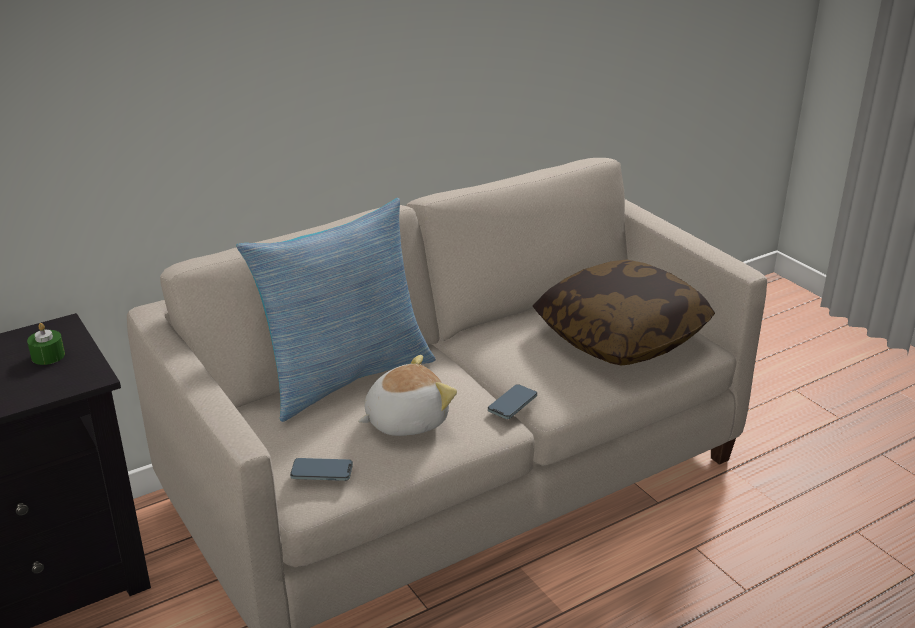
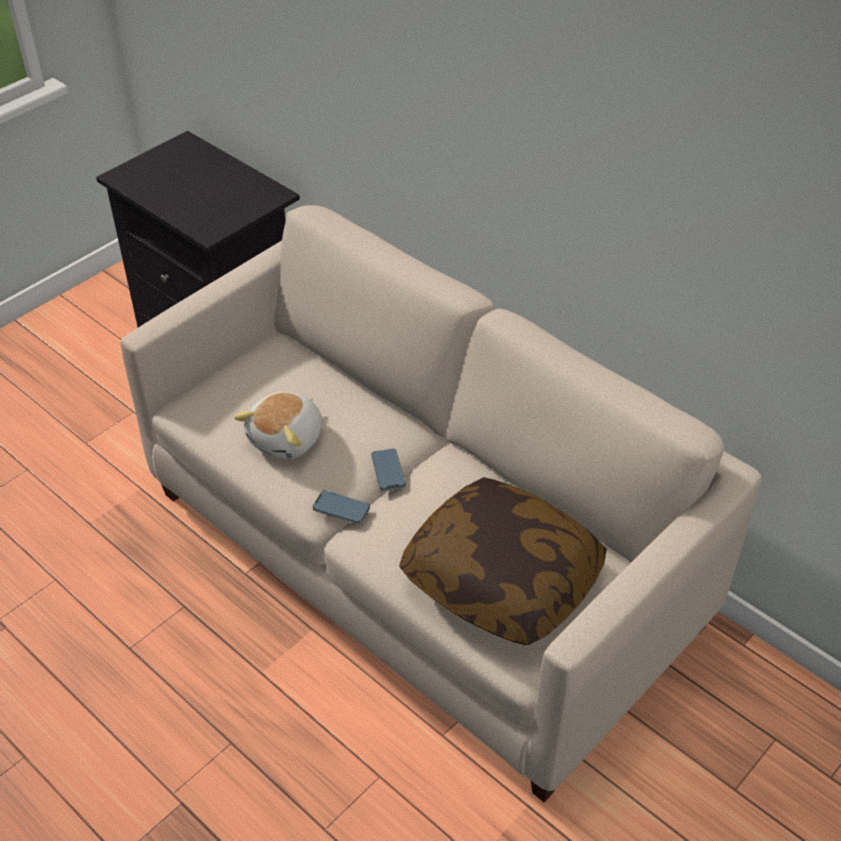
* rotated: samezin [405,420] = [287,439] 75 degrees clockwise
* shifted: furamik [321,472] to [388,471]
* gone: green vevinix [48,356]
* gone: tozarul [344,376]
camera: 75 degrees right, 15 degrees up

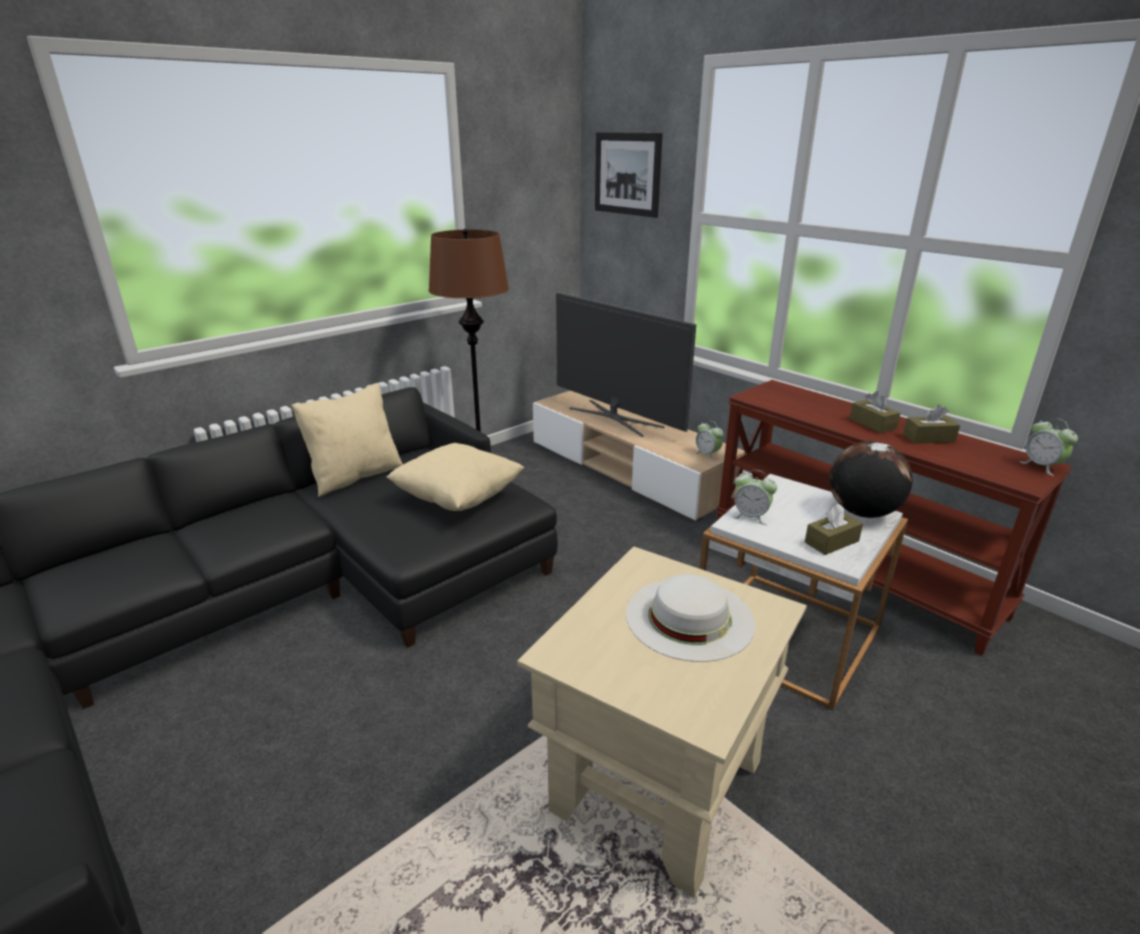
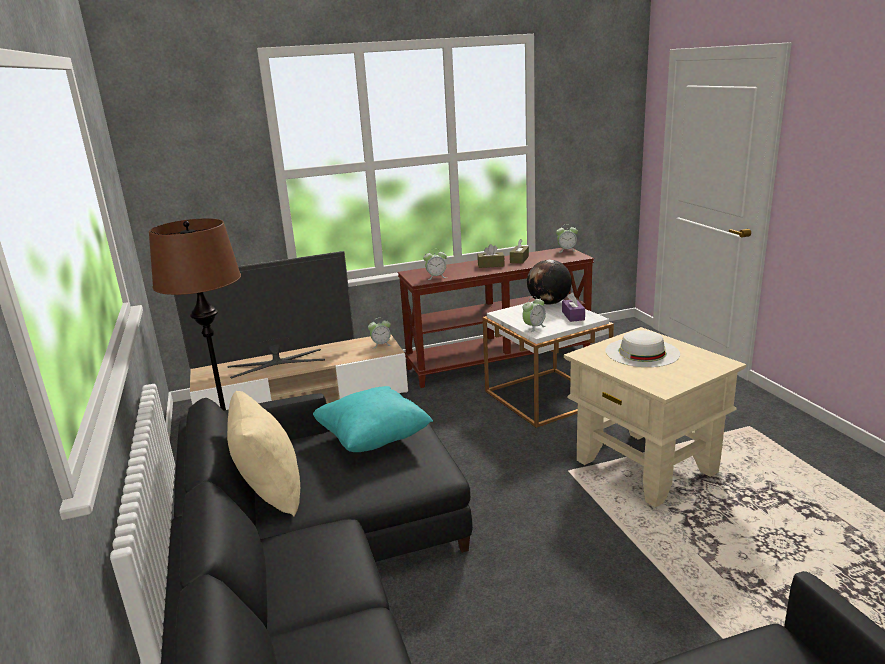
* repainted: beige tozarul [458,498] to turquoise tozarul [373,439]
* new: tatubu [436,277]
* repainted: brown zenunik [831,542] to purple zenunik [573,316]
* gone: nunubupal [627,174]
camera: 65 degrees left, 5 degrees down

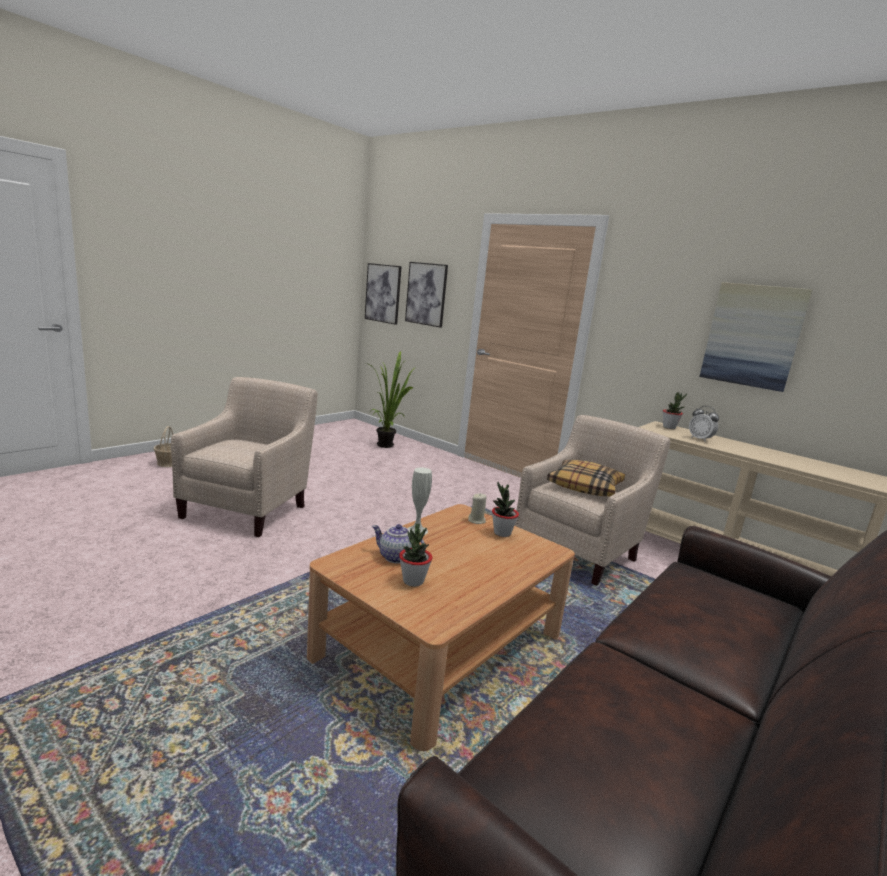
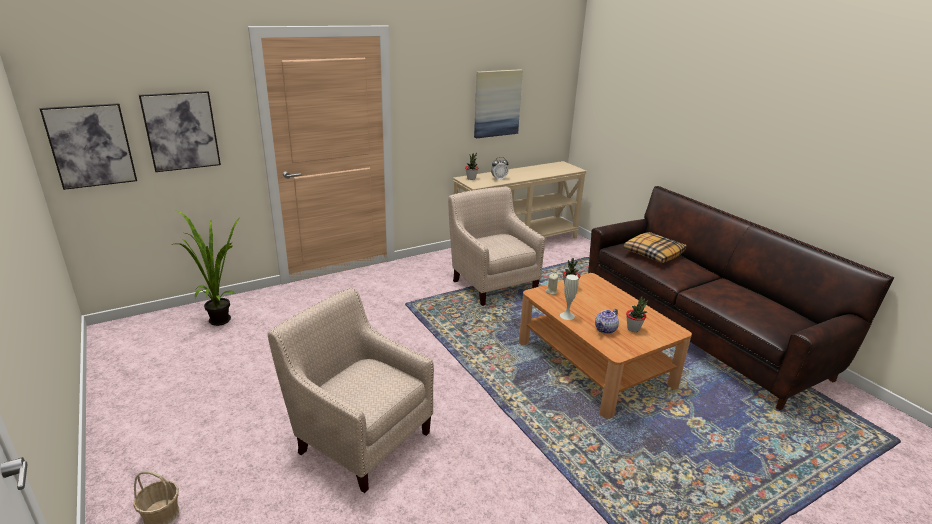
* shifted: tozarul [585,486] to [653,253]
camera: 70 degrees left, 10 degrees up

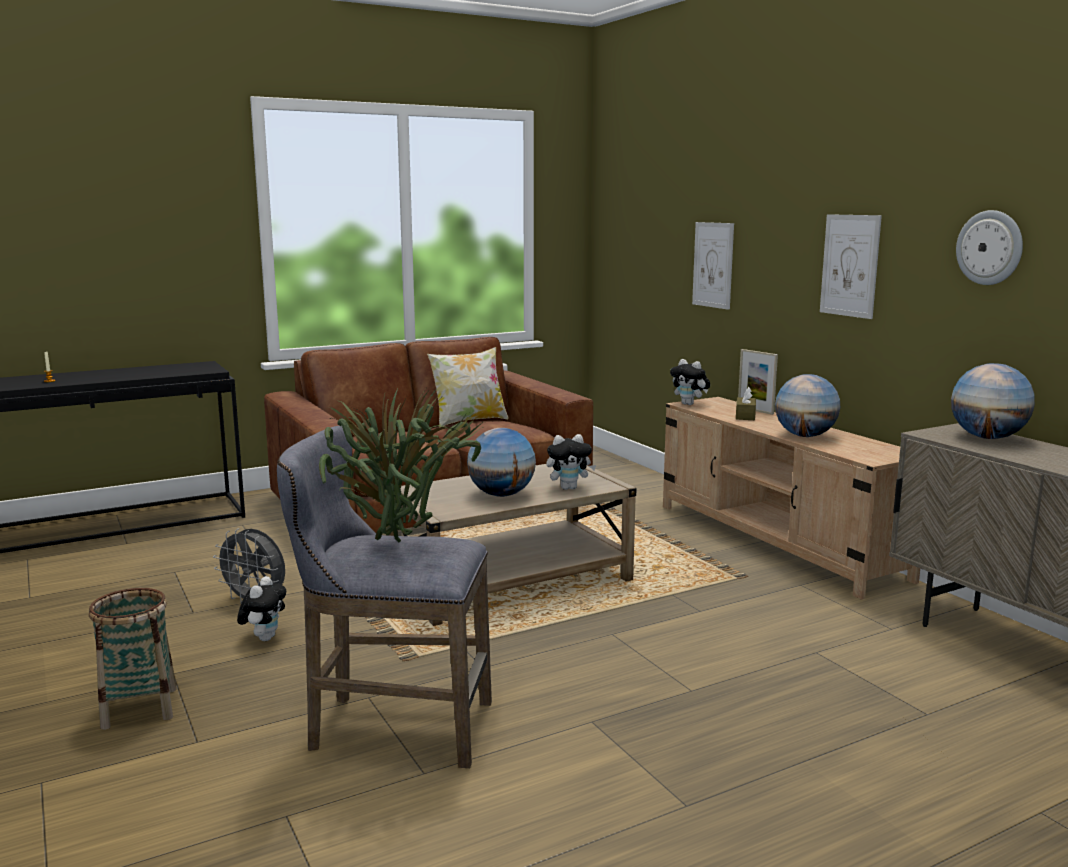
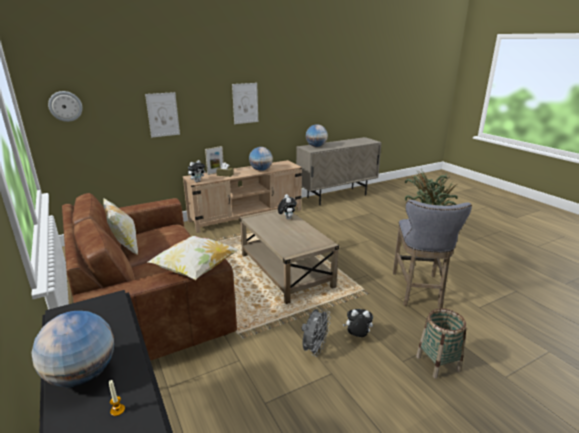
* shifted: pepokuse [501,495] to [82,375]
* shifted: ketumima [990,247] to [65,106]
* new: tozarul [195,270]
camera: 90 degrees left, 10 degrees up

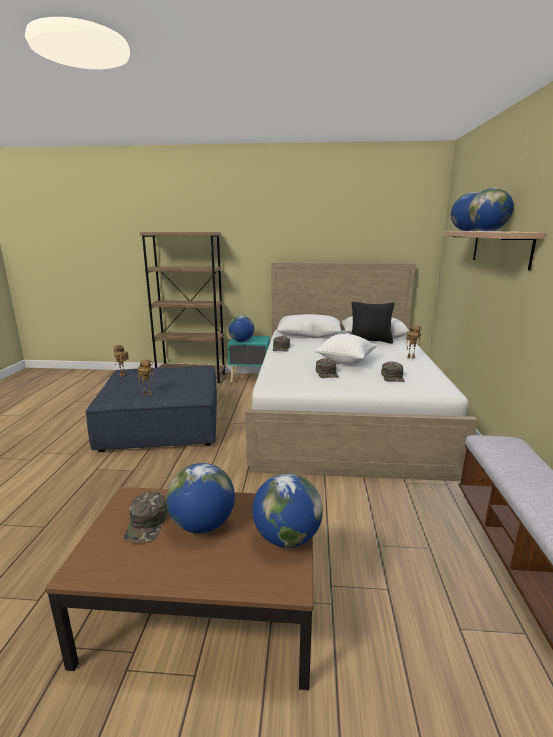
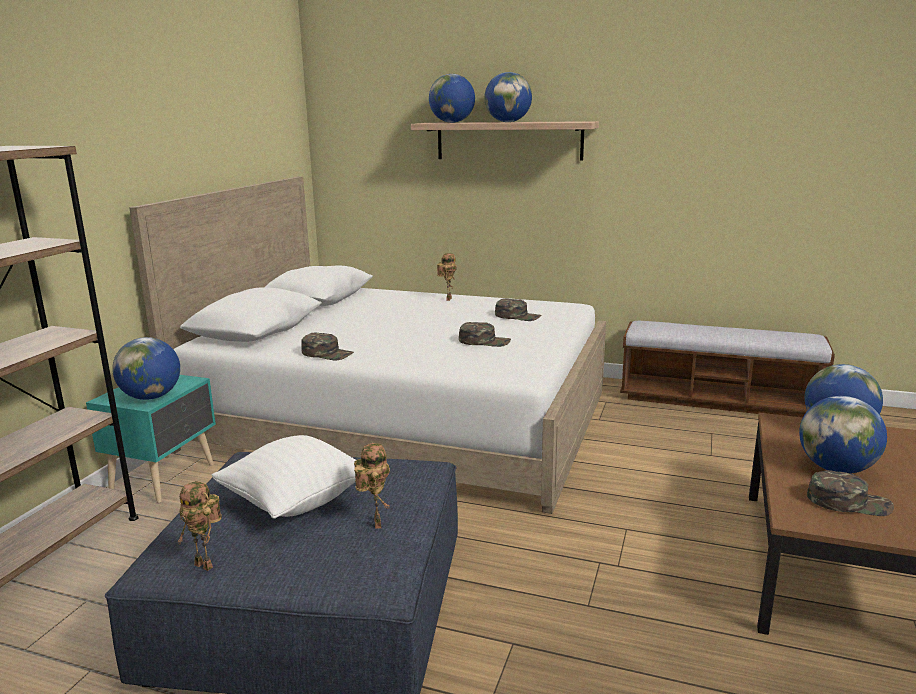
* shifted: white tozarul [345,361] to [295,502]
* gone: black tozarul [370,341]
camera: 75 degrees left, 0 degrees up

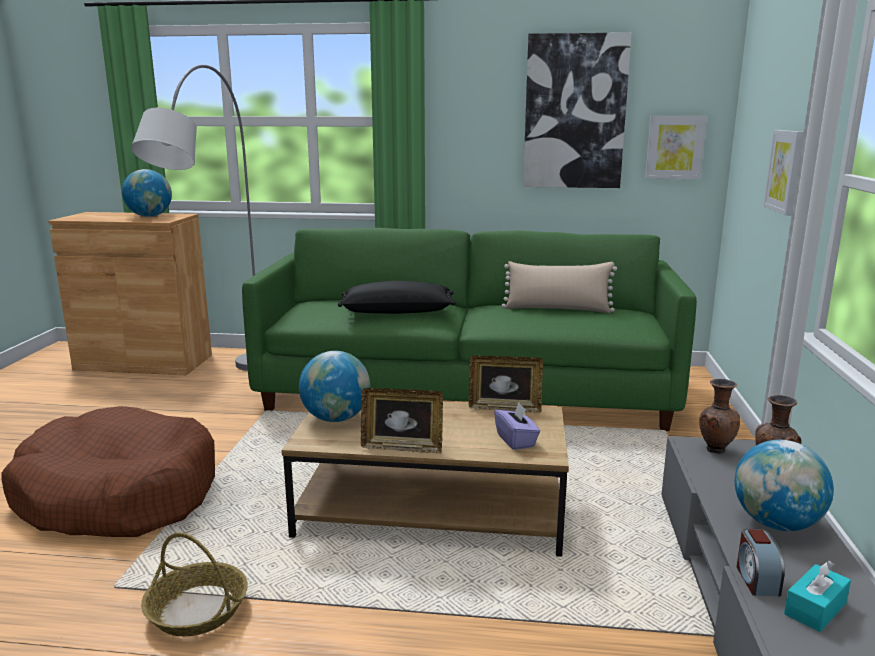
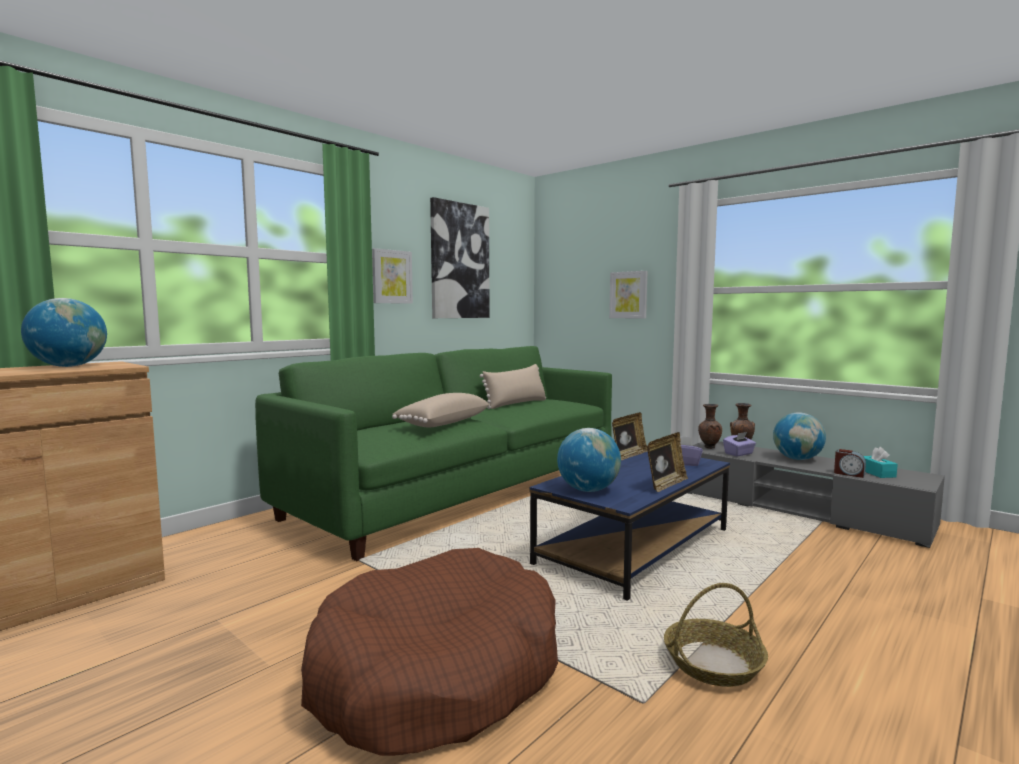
* shifted: nunubupal [674,147] to [391,277]
* repainted: black tozarul [397,311] to beige tozarul [442,423]
* repainted: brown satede [431,511] to blue satede [634,546]
* new: purple zenunik [739,454]
* gone: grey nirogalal [226,392]
camera: 55 degrees left, 10 degrees down

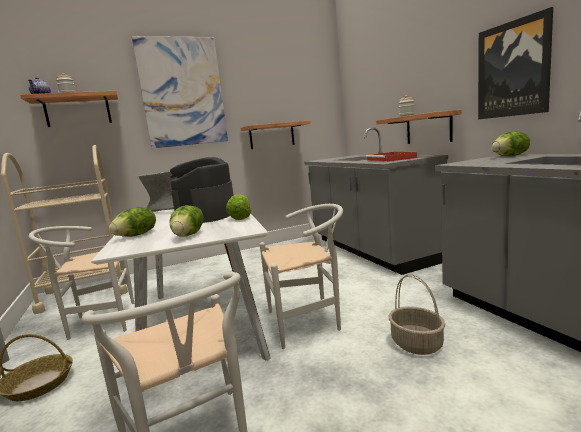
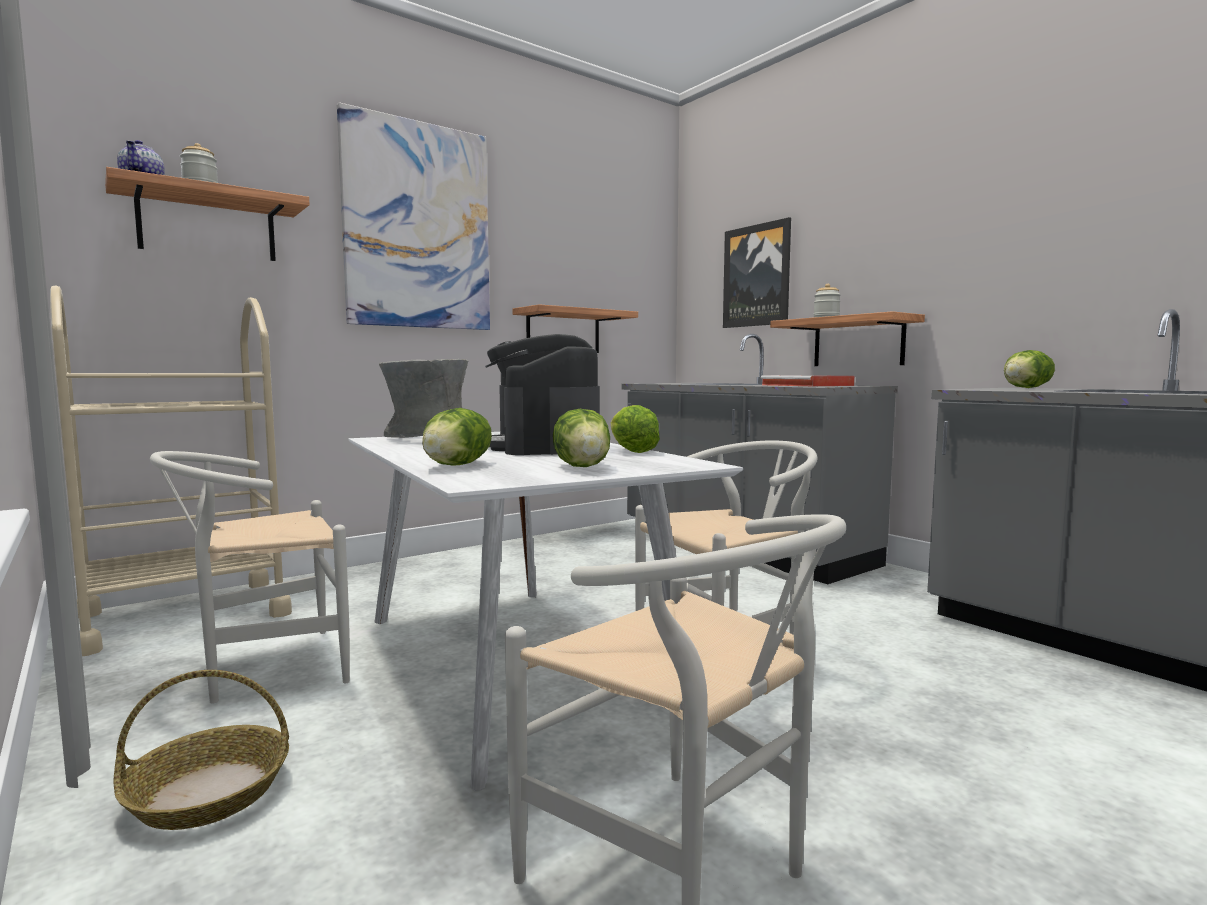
* shifted: nunubupal [513,69] to [757,276]
* gone: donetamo [417,344]
camera: 15 degrees left, 5 degrees down

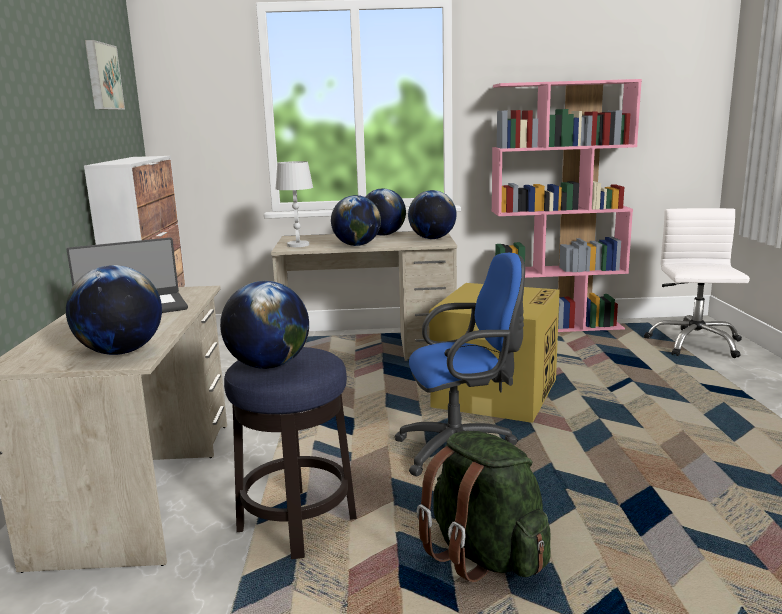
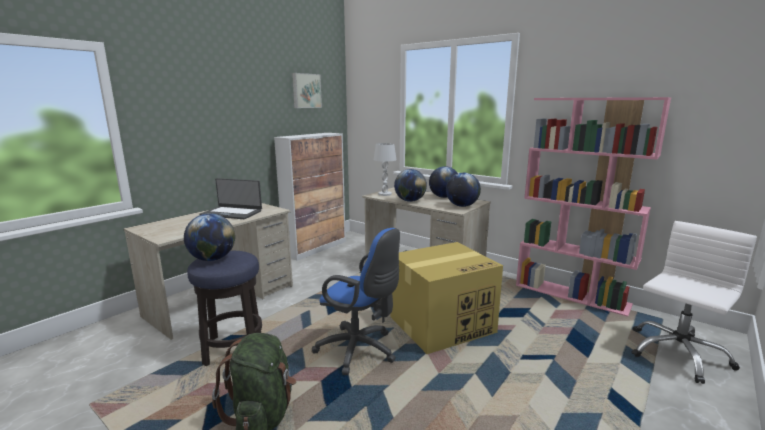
* gone: pepokuse [121,352]
camera: 40 degrees right, 0 degrees up

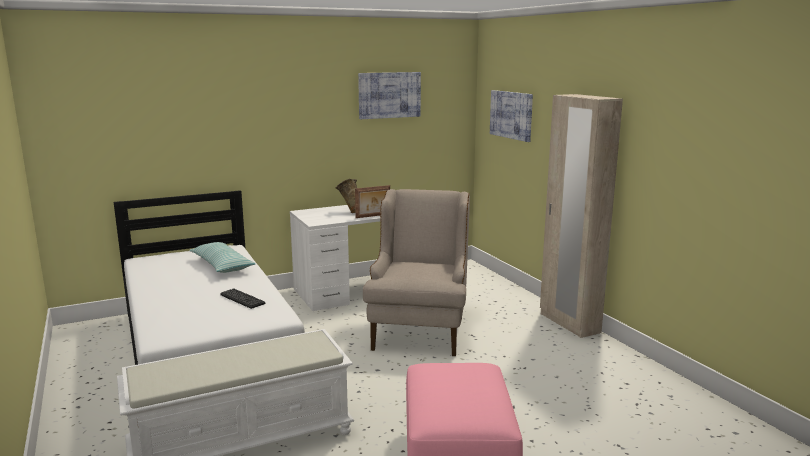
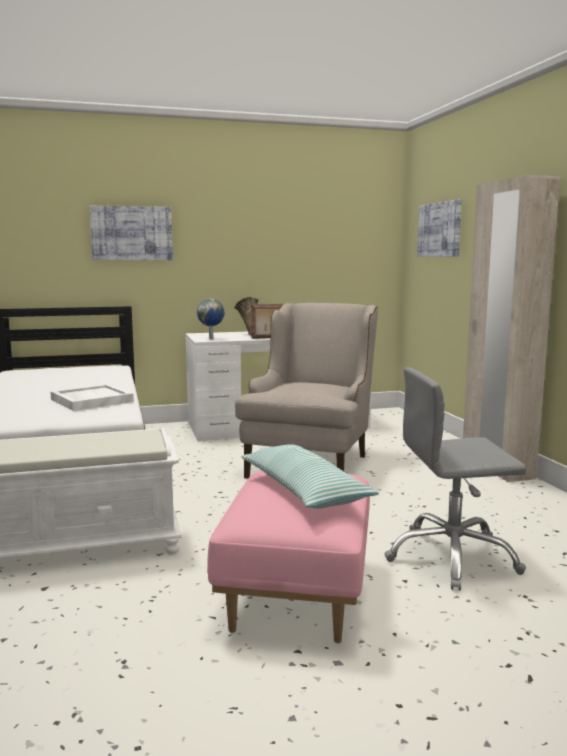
* swapped: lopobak [242,299] to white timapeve [91,400]
* shifted: nunubupal [389,95] to [131,233]
* new: pepokuse [211,338]
* shifted: tozarul [222,265] to [304,491]
* new: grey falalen [452,557]
camera: 10 degrees right, 5 degrees down

